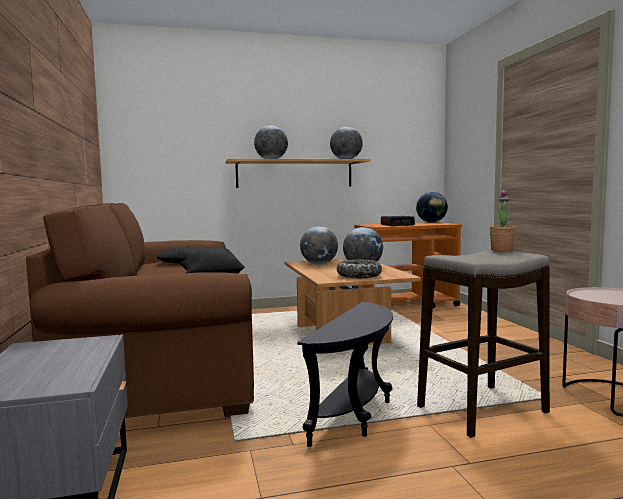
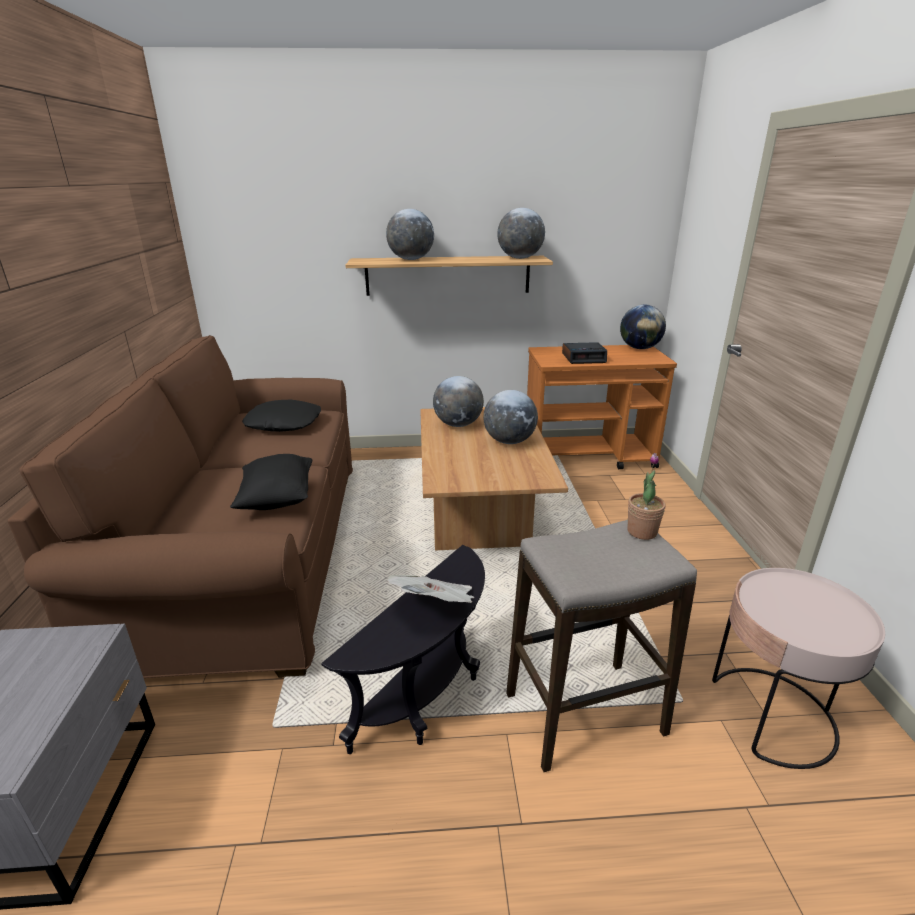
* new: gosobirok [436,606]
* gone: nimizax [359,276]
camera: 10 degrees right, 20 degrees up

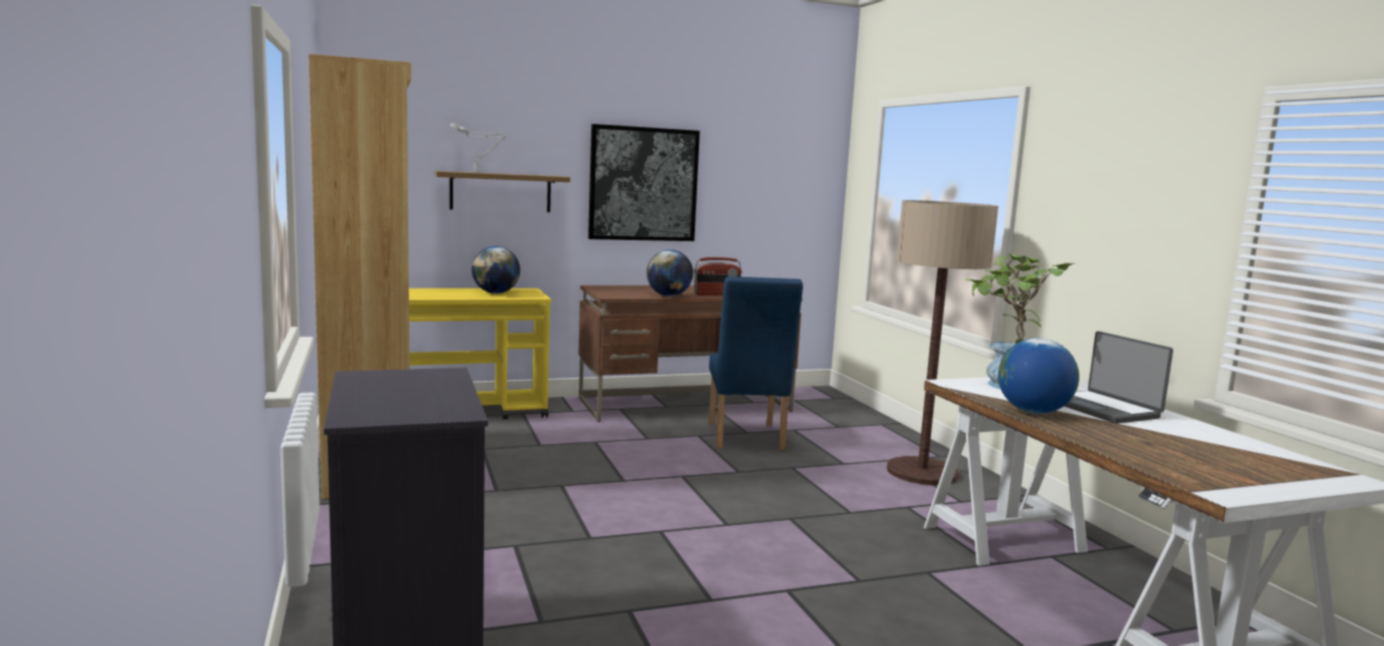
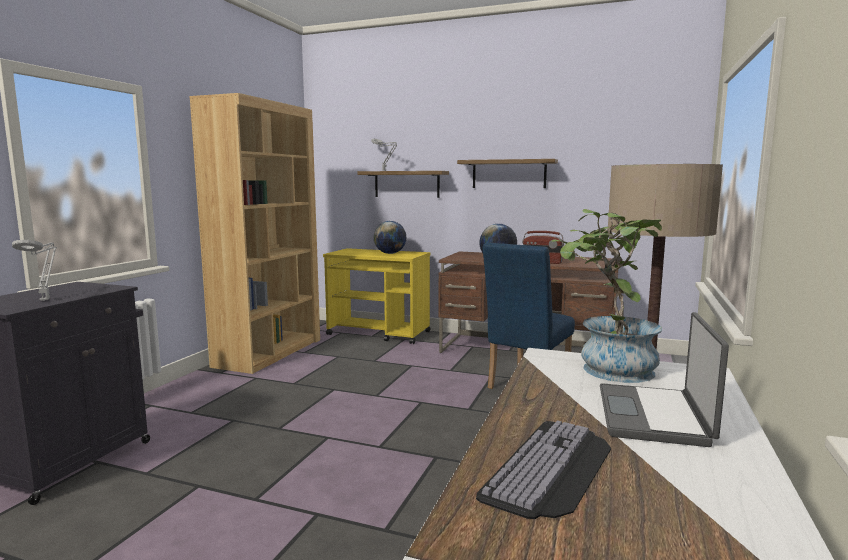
* new: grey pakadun [45,299]
* swapped: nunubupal [643,184] to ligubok [509,174]
* new: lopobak [553,468]
* gone: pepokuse [1033,412]
camera: 40 degrees right, 0 degrees up

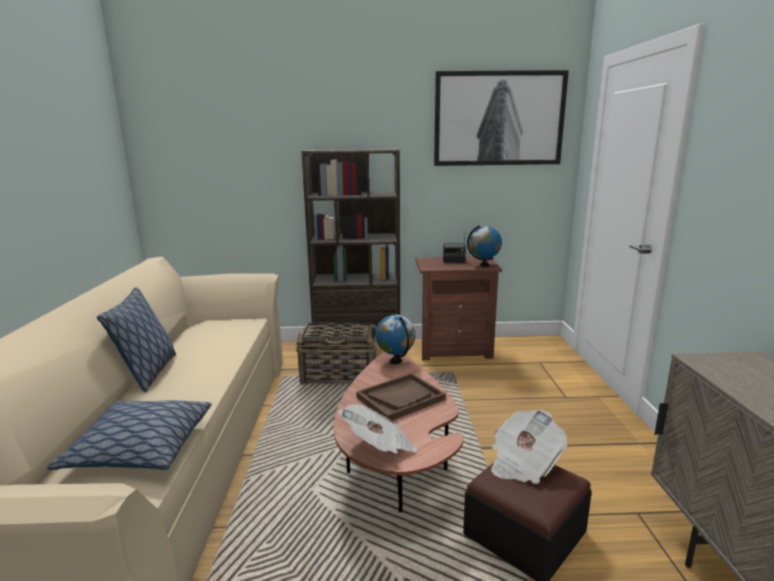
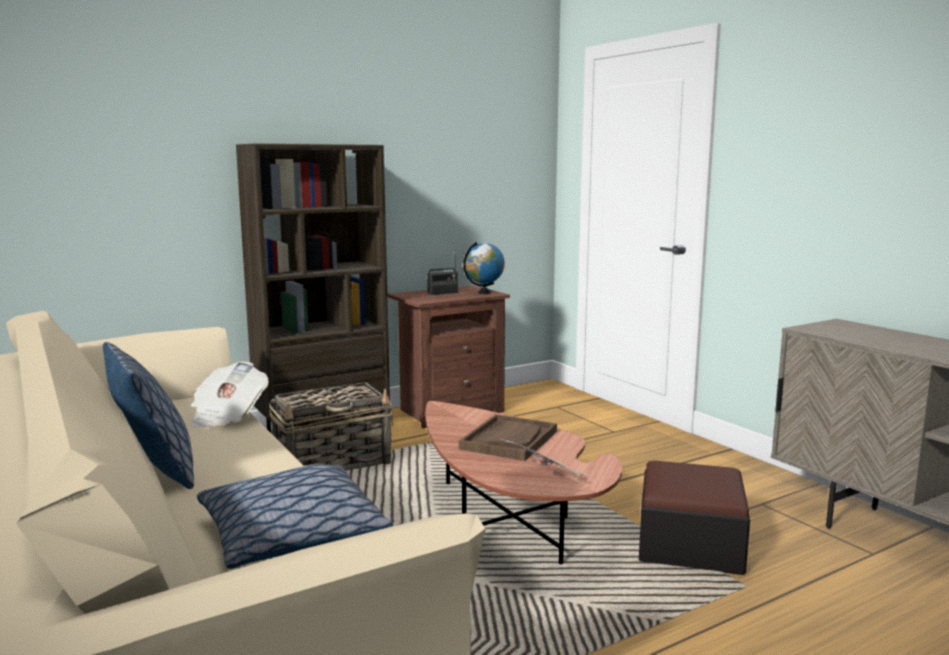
* shifted: gosobirok [523,463] to [227,415]
* gone: pepokuse [395,361]
* gone: nunubupal [499,119]
camera: 30 degrees left, 5 degrees down

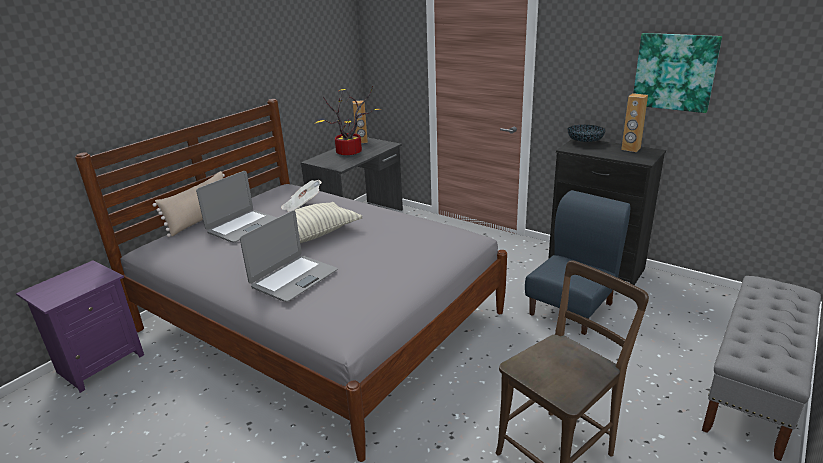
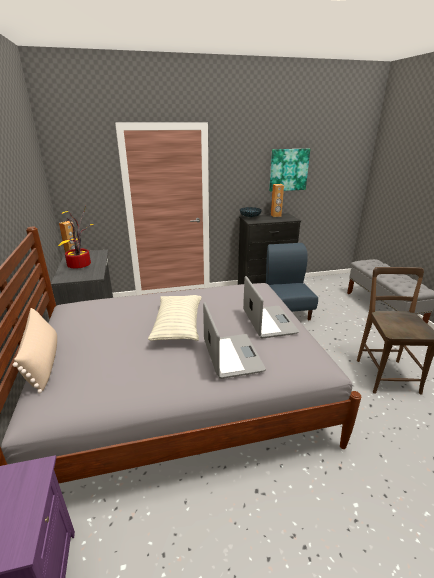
* shifted: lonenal [243,227] to [268,322]
* gone: gosobirok [302,206]
camera: 50 degrees left, 0 degrees up

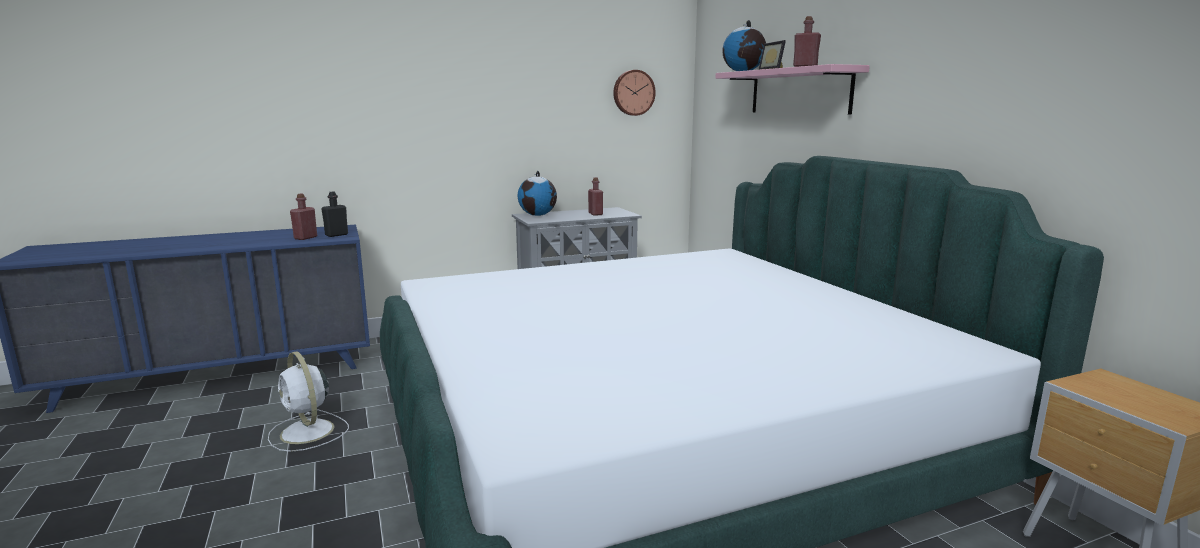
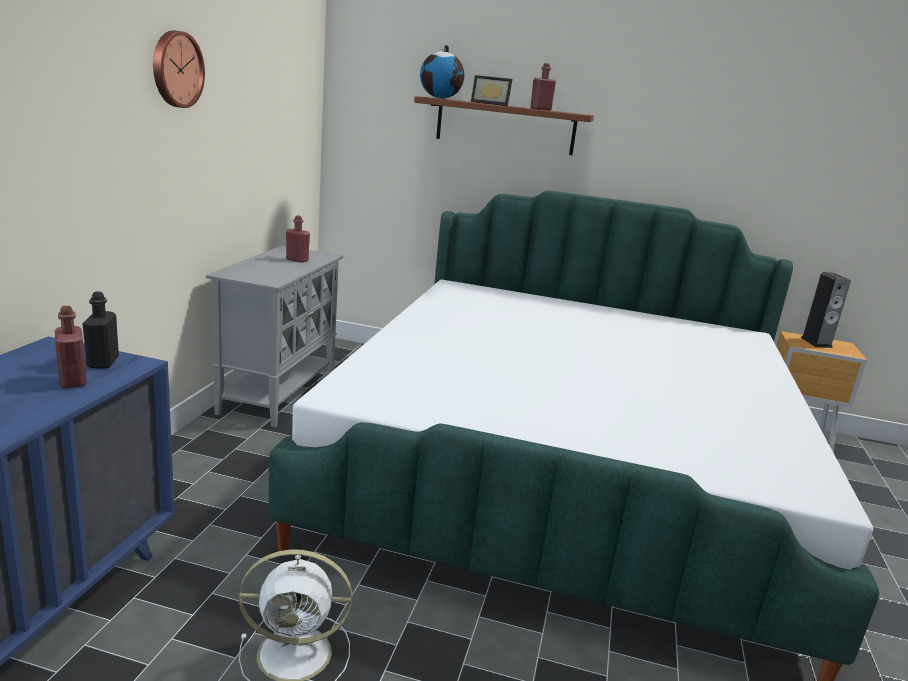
* shifted: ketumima [633,92] to [176,69]
* repainted: pink ligubok [799,91] to brown ligubok [505,126]
* new: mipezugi [816,342]
* gone: pepokuse [538,215]
camera: 55 degrees left, 5 degrees up

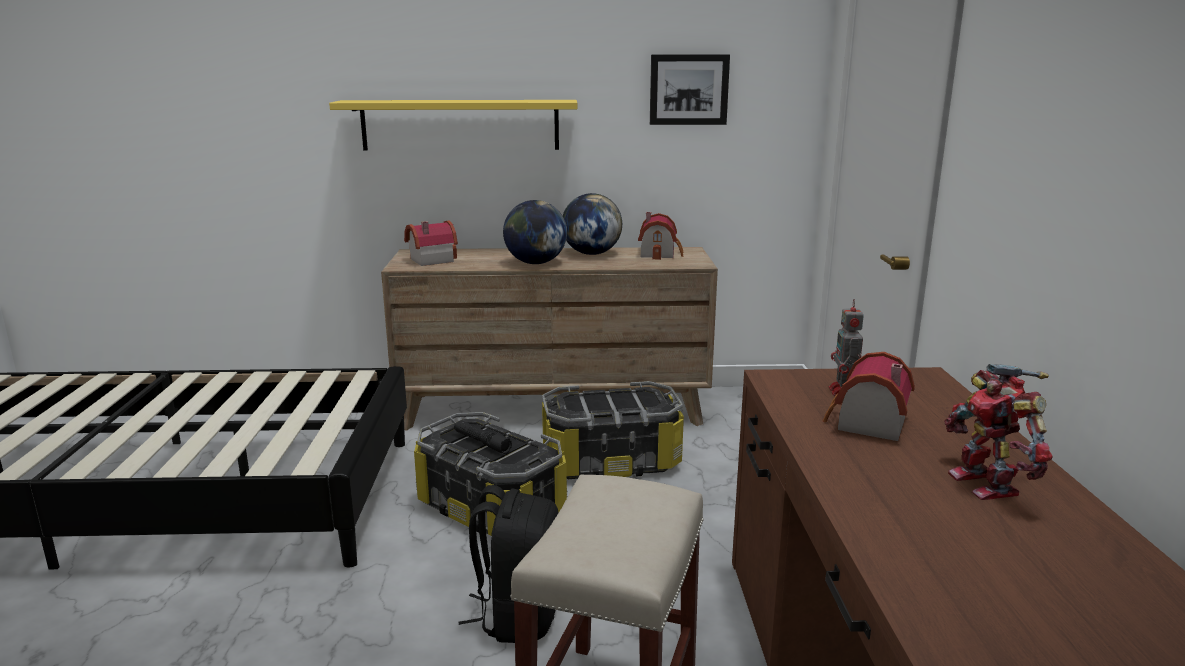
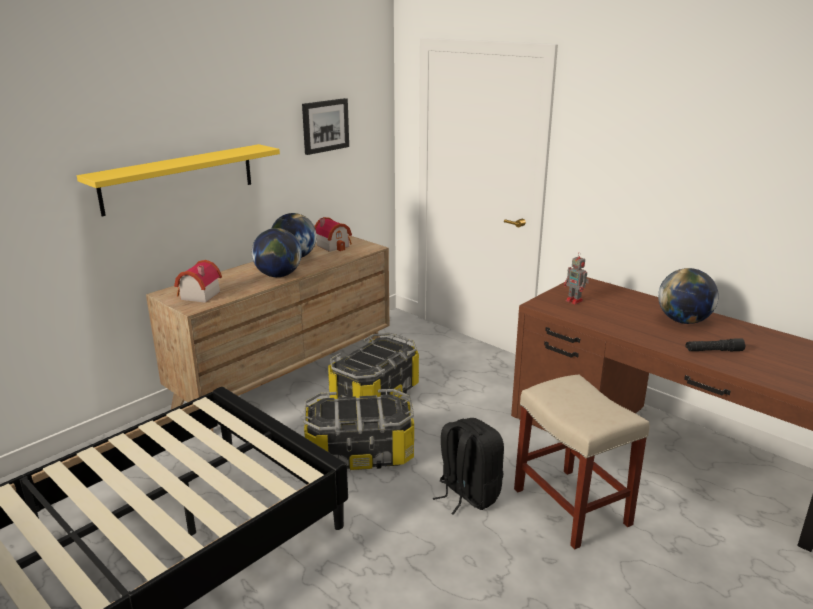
* swapped: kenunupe [987,483] to pepokuse [683,321]
* shifted: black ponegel [482,442] to [713,351]
* gone: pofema [866,424]
camera: 45 degrees left, 5 degrees up

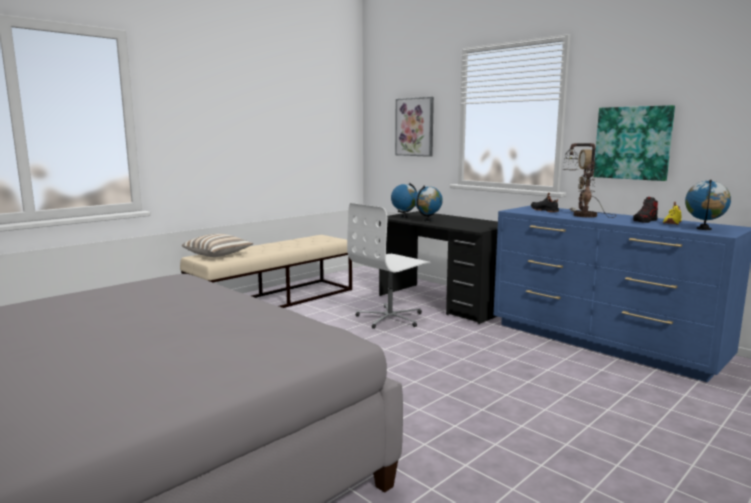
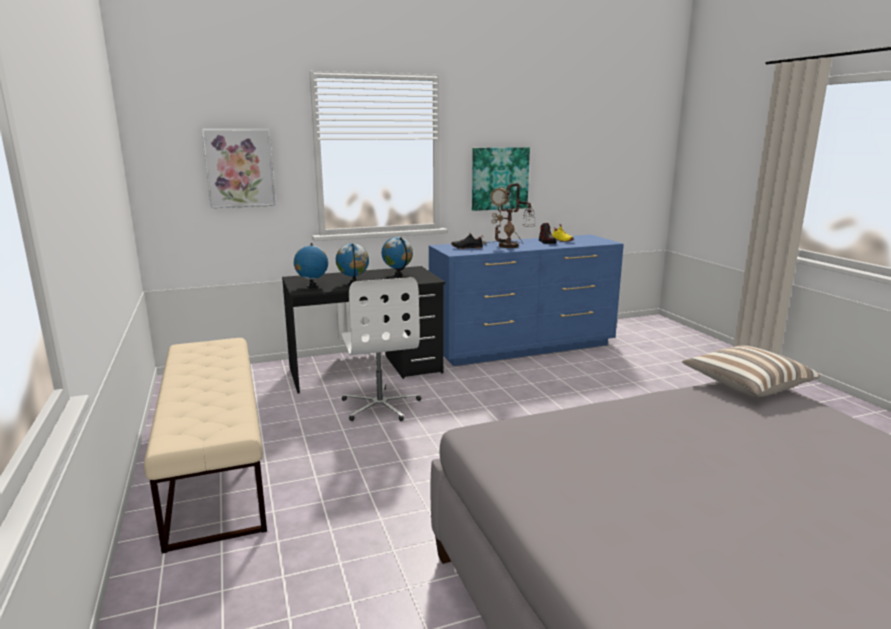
* shifted: pepokuse [704,229] to [397,275]
* shifted: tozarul [218,255] to [745,386]
camera: 65 degrees left, 5 degrees up

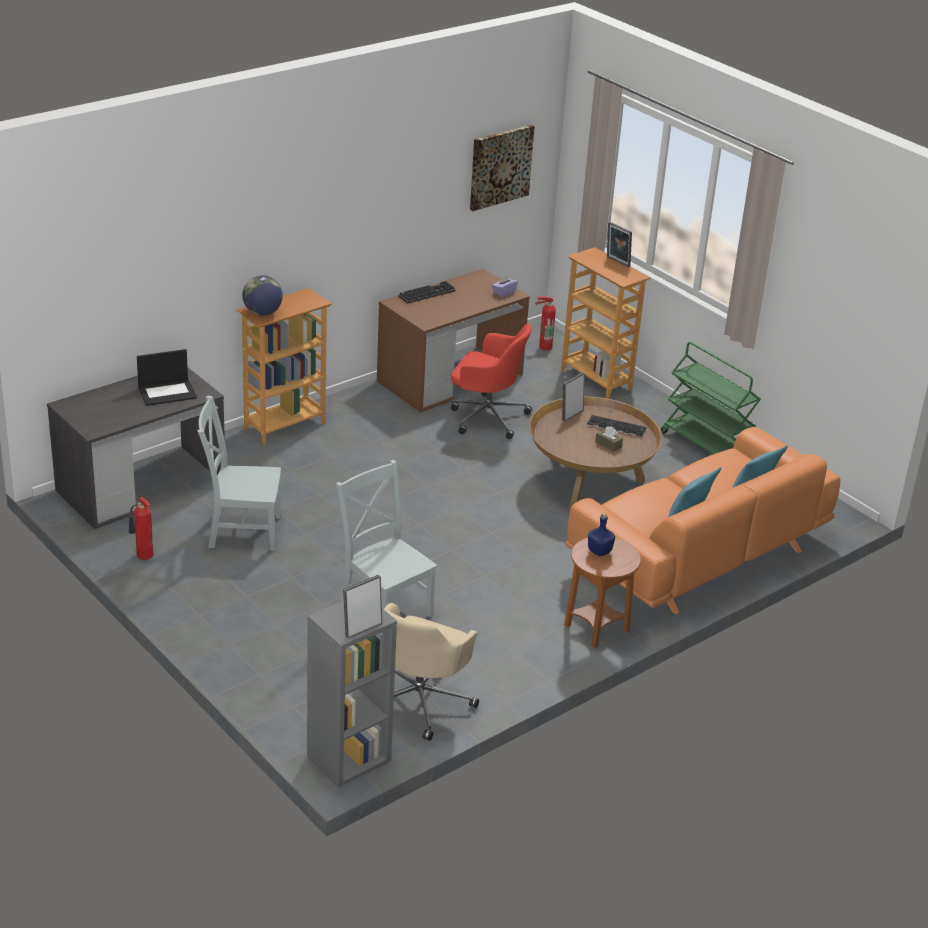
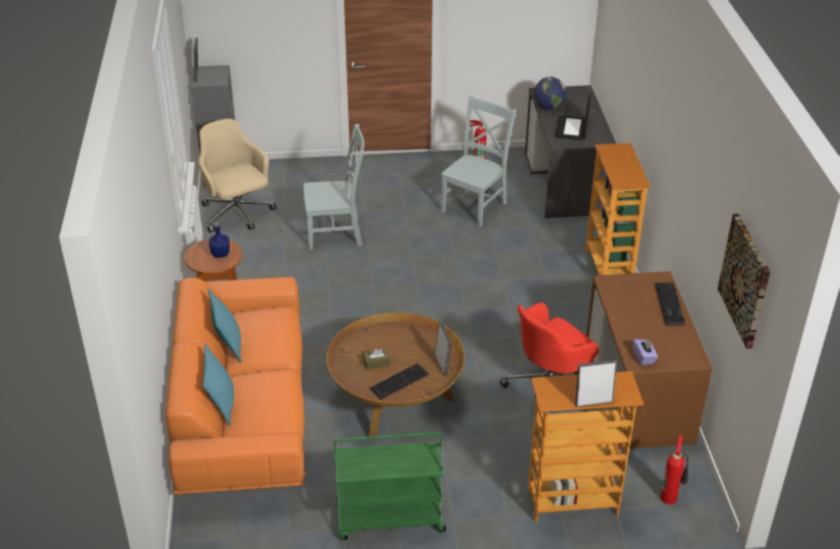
* shifted: pepokuse [262,313] to [548,107]
camera: 125 degrees right, 5 degrees up

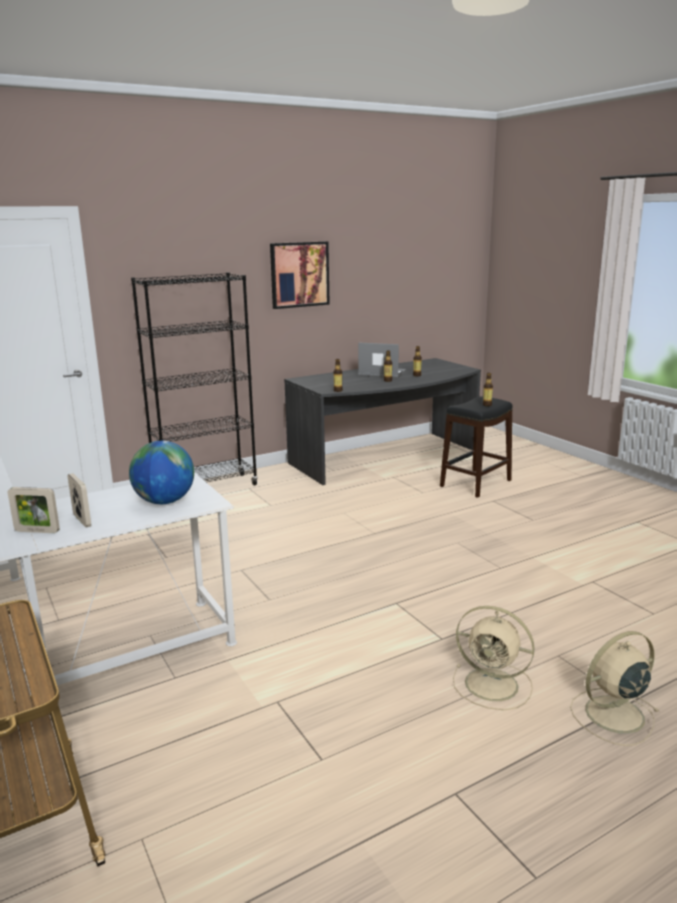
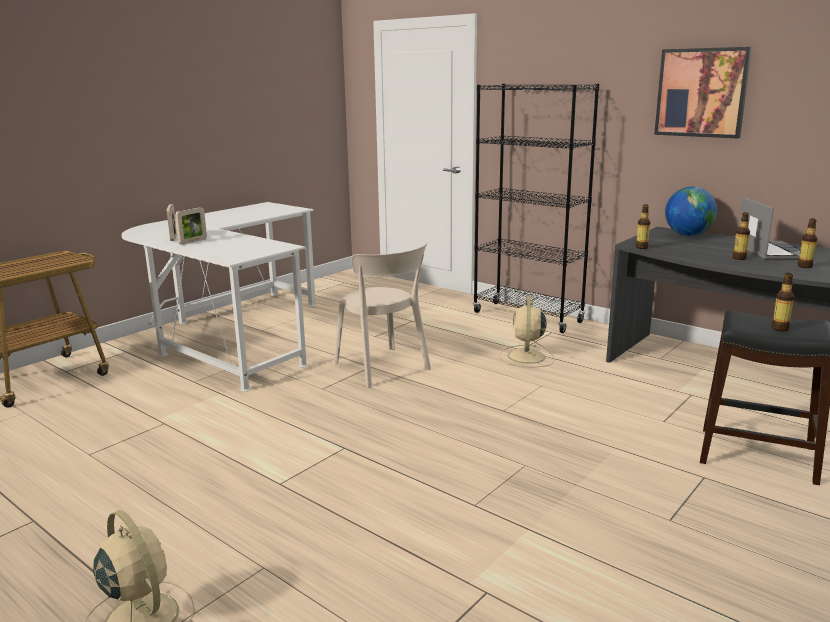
* new: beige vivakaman [384,368]
* shifted: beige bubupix [494,685] to [526,357]
* shifted: pepokuse [164,502] to [687,235]
camera: 70 degrees right, 0 degrees up

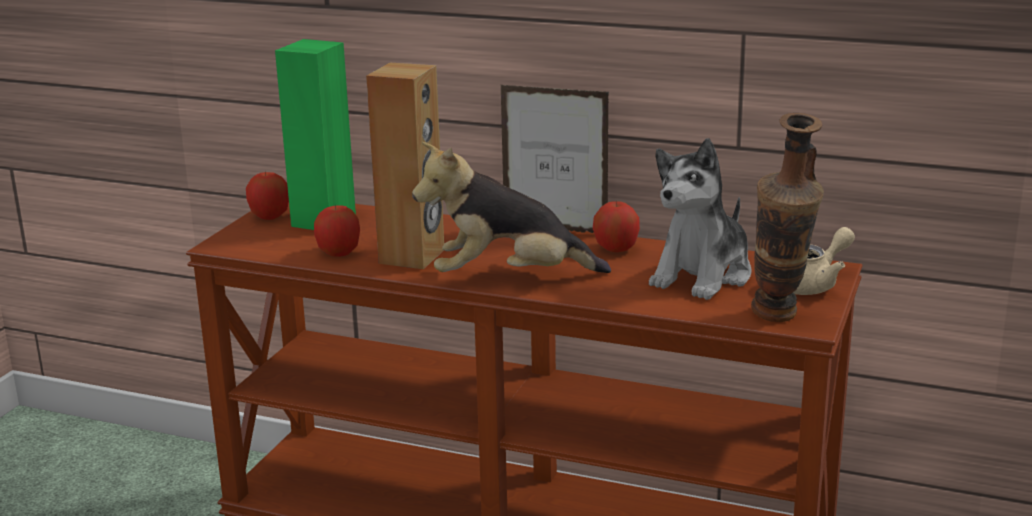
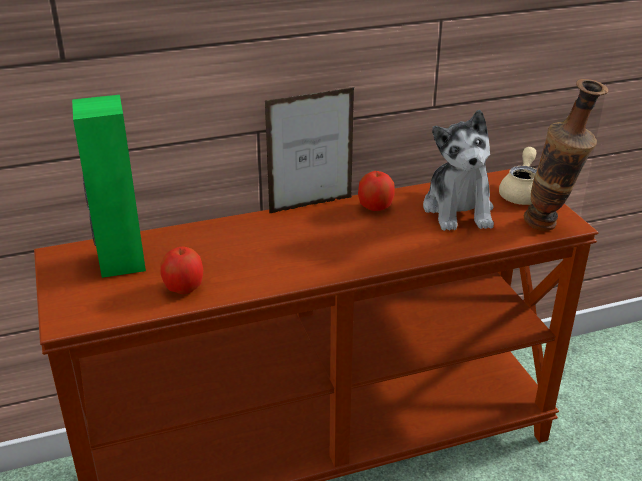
* gone: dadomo [269,216]
* gone: brown mipezugi [412,256]
* gone: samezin [508,278]
camera: 40 degrees left, 10 degrees up

